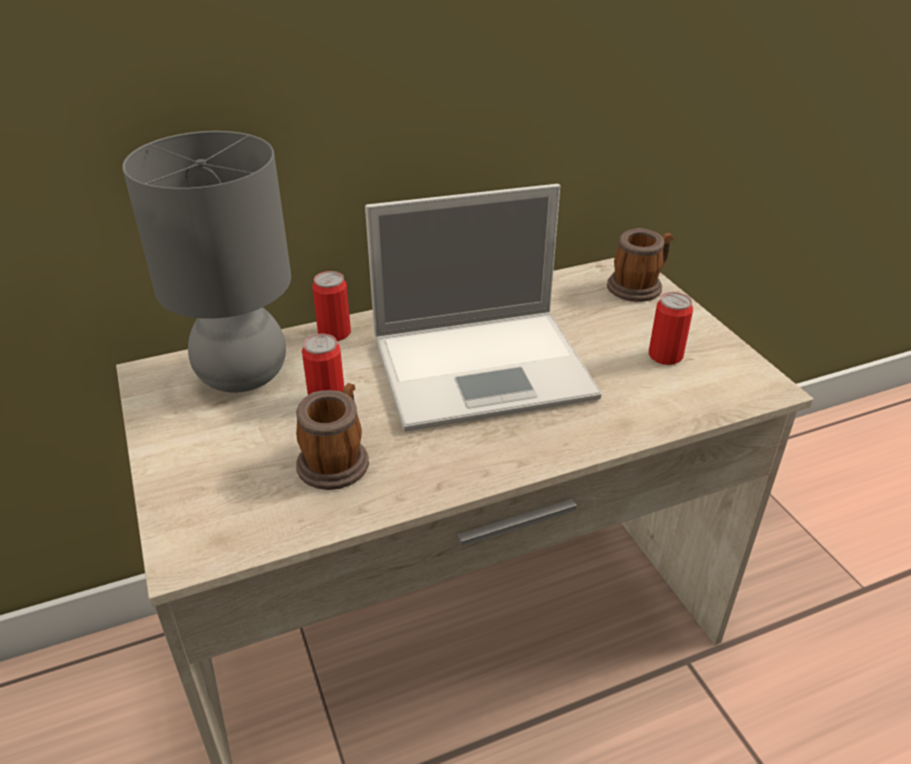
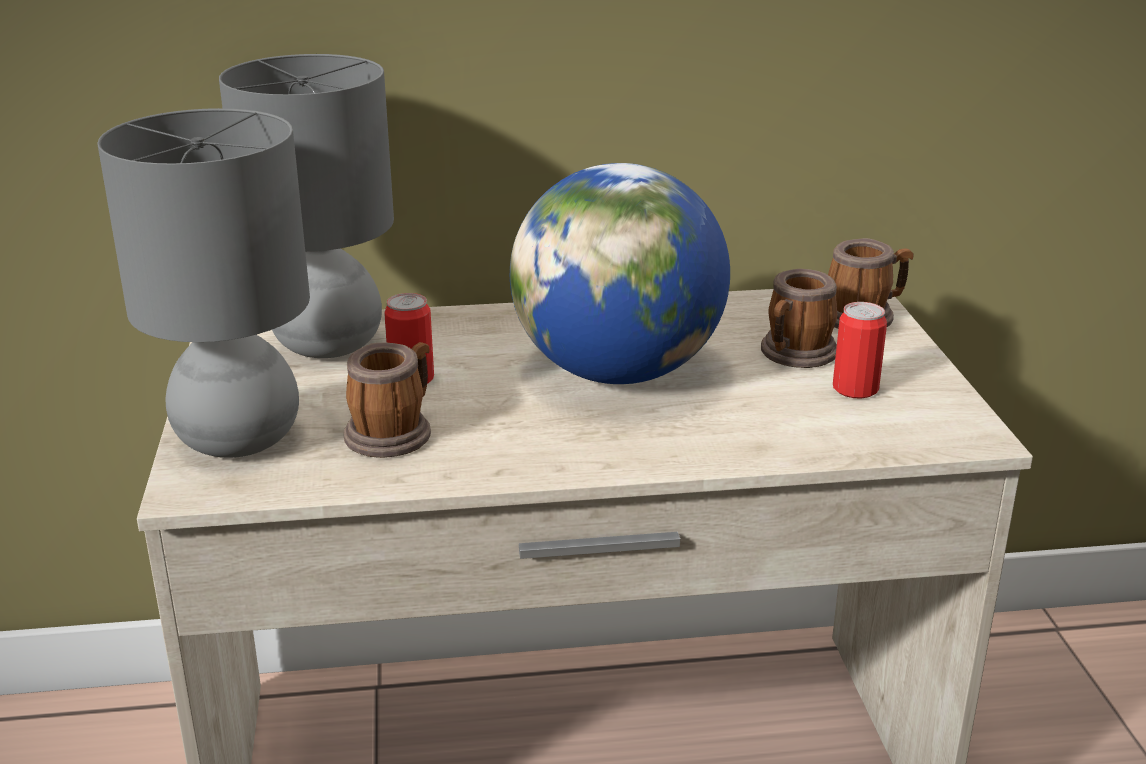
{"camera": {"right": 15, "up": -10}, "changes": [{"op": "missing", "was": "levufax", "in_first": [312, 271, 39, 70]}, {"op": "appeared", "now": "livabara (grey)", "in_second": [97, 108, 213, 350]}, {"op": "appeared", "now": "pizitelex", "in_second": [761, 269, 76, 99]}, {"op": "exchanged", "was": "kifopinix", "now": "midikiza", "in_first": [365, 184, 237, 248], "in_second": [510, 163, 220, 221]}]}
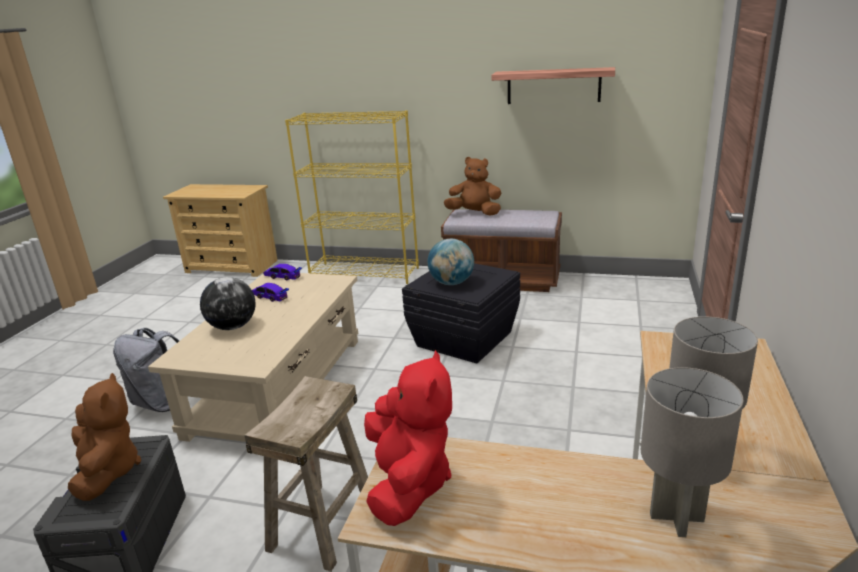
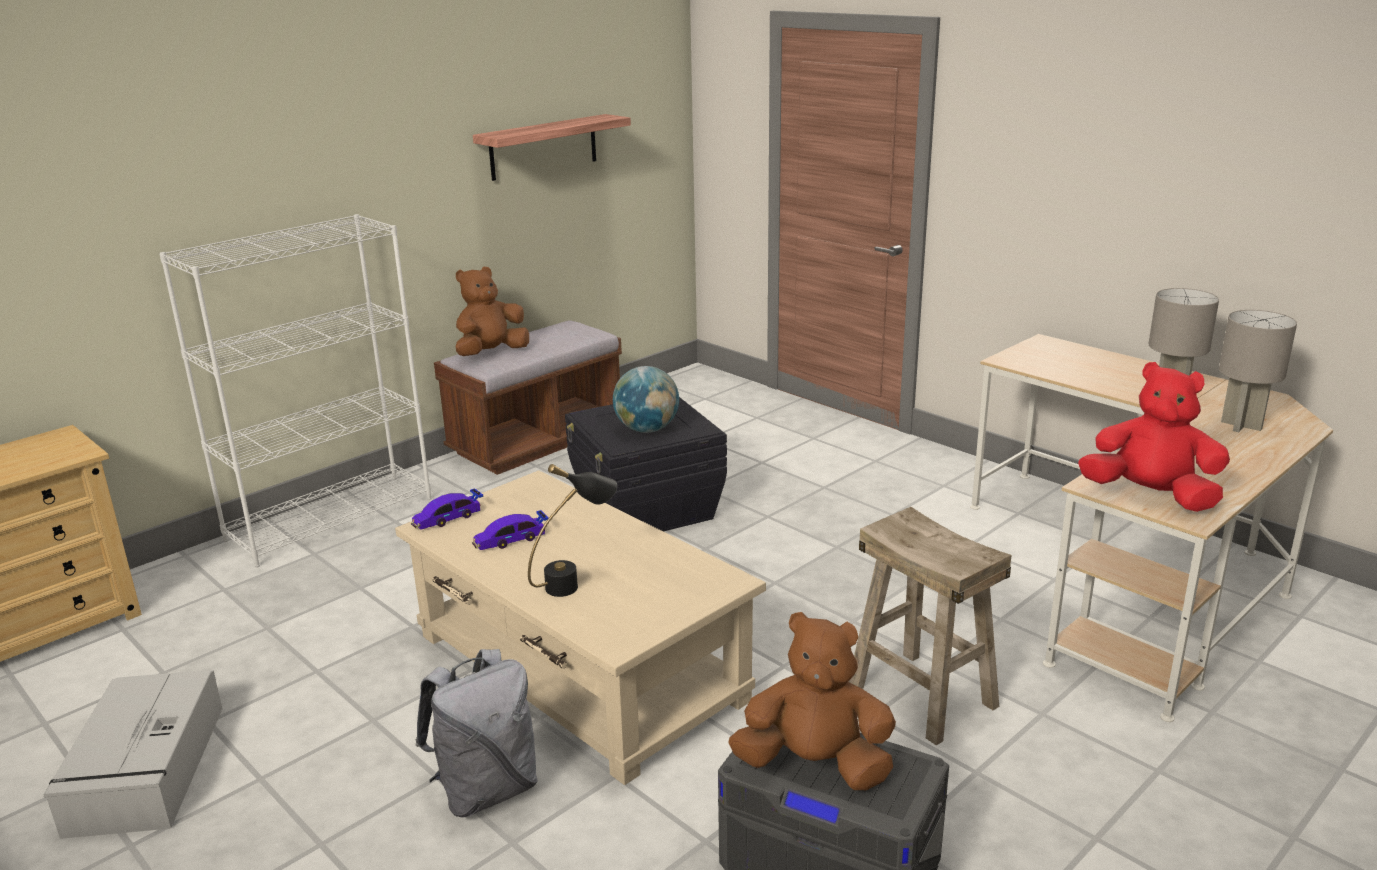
{"camera": {"right": -60, "up": 0}, "changes": [{"op": "appeared", "now": "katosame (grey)", "in_second": [43, 670, 179, 169]}, {"op": "exchanged", "was": "midikiza", "now": "livabara (black)", "in_first": [200, 277, 56, 53], "in_second": [528, 464, 89, 133]}, {"op": "colour", "was": "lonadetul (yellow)", "now": "lonadetul (white)", "in_first": [285, 110, 134, 174], "in_second": [159, 214, 272, 354]}]}
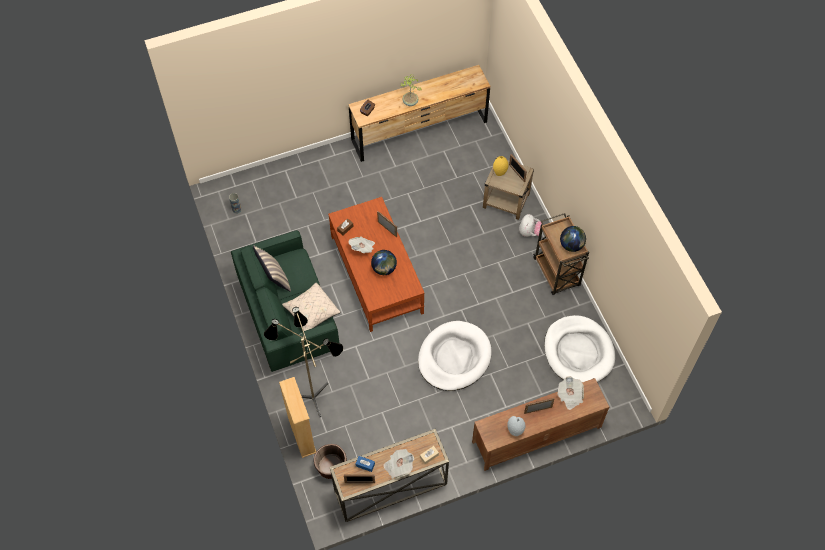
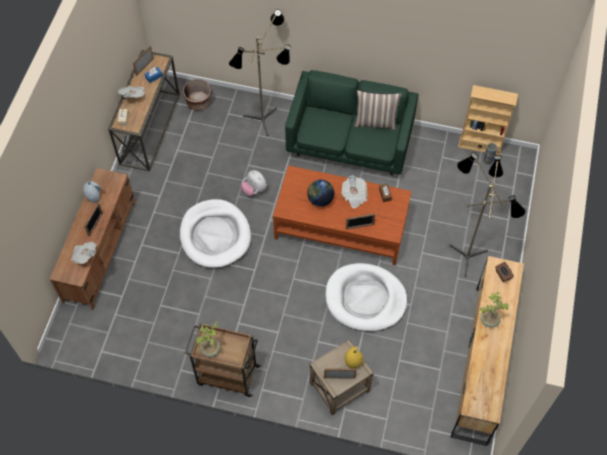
{"camera": {"right": 125, "up": 0}, "changes": [{"op": "missing", "was": "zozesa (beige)", "in_first": [282, 282, 59, 49]}, {"op": "appeared", "now": "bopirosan", "in_second": [449, 153, 77, 124]}, {"op": "relocated", "was": "lonadetul (beige)", "in_first": [279, 377, 37, 81], "in_second": [458, 85, 60, 70]}, {"op": "relocated", "was": "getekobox", "in_first": [519, 214, 23, 23], "in_second": [241, 170, 26, 26]}, {"op": "relocated", "was": "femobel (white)", "in_first": [544, 315, 71, 67], "in_second": [326, 263, 81, 69]}, {"op": "exchanged", "was": "midikiza", "now": "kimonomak", "in_first": [560, 226, 26, 26], "in_second": [195, 322, 25, 35]}]}
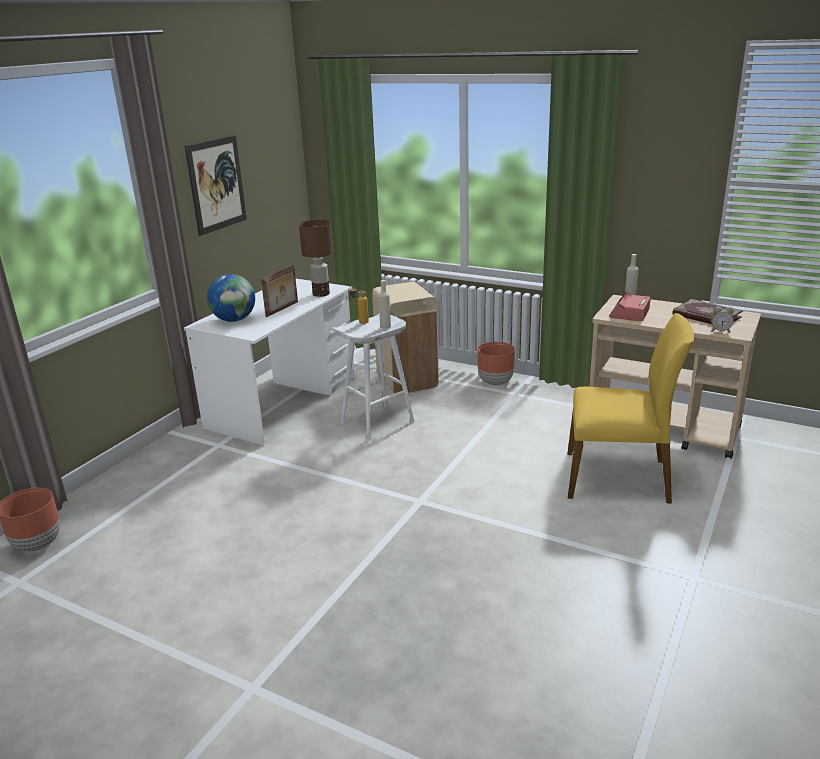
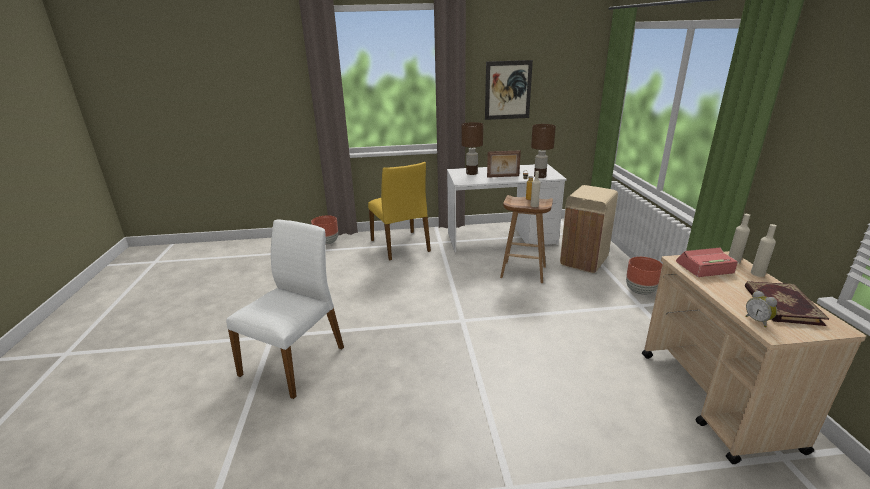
{"camera": {"right": 55, "up": 0}, "changes": [{"op": "appeared", "now": "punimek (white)", "in_second": [226, 219, 118, 180]}, {"op": "appeared", "now": "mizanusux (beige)", "in_second": [751, 224, 26, 53]}, {"op": "relocated", "was": "punimek (yellow)", "in_first": [568, 313, 126, 191], "in_second": [368, 162, 63, 99]}, {"op": "exchanged", "was": "midikiza", "now": "livabara (brown)", "in_first": [207, 274, 48, 48], "in_second": [462, 122, 21, 53]}, {"op": "colour", "was": "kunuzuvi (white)", "now": "kunuzuvi (brown)", "in_first": [333, 314, 82, 127], "in_second": [500, 195, 53, 88]}]}
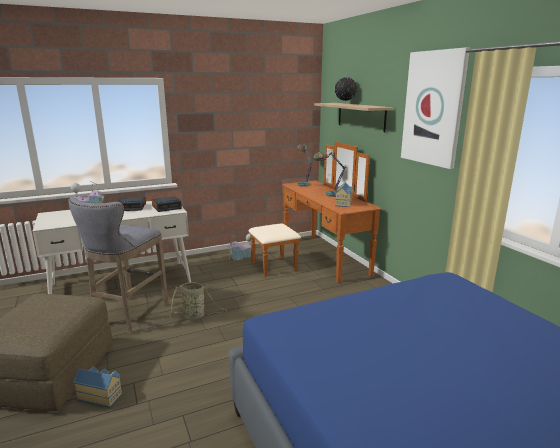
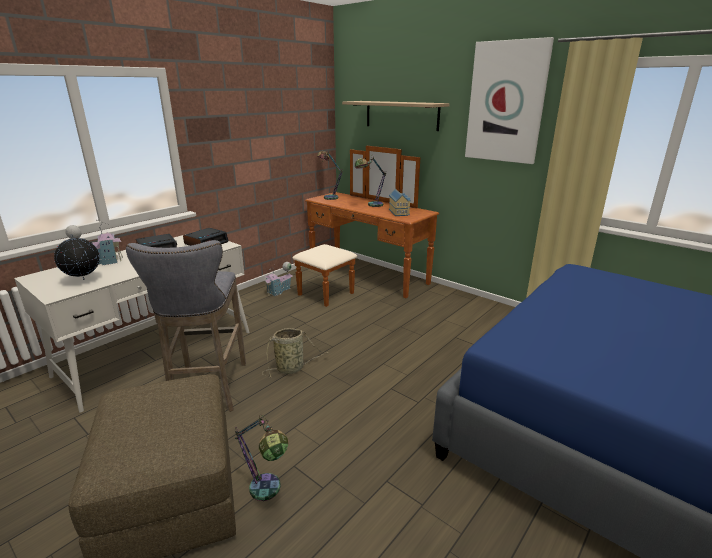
{"camera": {"right": -25, "up": 5}, "changes": [{"op": "relocated", "was": "midikiza", "in_first": [335, 75, 22, 29], "in_second": [54, 234, 46, 46]}, {"op": "exchanged", "was": "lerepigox", "now": "livabara", "in_first": [73, 367, 49, 41], "in_second": [235, 415, 54, 86]}]}
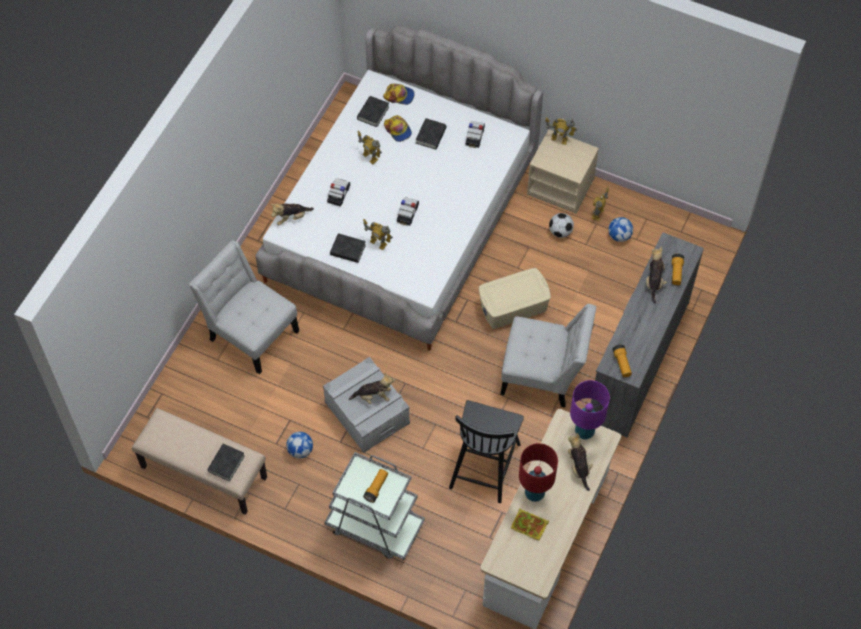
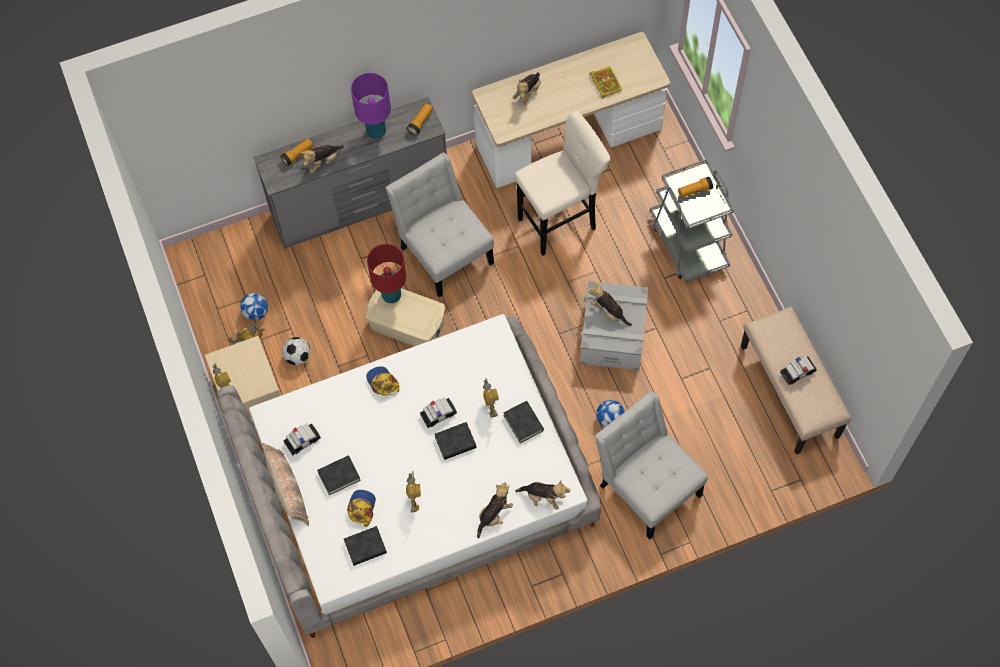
{"camera": {"right": -135, "up": 5}, "changes": [{"op": "appeared", "now": "zozesa", "in_second": [262, 443, 47, 83]}, {"op": "appeared", "now": "getekobox", "in_second": [477, 482, 36, 56]}, {"op": "relocated", "was": "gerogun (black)", "in_first": [207, 444, 38, 38], "in_second": [434, 422, 43, 38]}, {"op": "relocated", "was": "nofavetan", "in_first": [286, 432, 27, 26], "in_second": [596, 400, 29, 27]}, {"op": "relocated", "was": "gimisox", "in_first": [327, 178, 23, 29], "in_second": [780, 355, 37, 30]}, {"op": "relocated", "was": "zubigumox", "in_first": [383, 84, 32, 21], "in_second": [366, 366, 33, 30]}, {"op": "relocated", "was": "livabara (red)", "in_first": [519, 443, 39, 59], "in_second": [367, 244, 39, 59]}, {"op": "relocated", "was": "livabara (purple)", "in_first": [570, 380, 40, 59], "in_second": [351, 73, 40, 66]}, {"op": "exchanged", "was": "punimek (black)", "now": "kunuzuvi (beige)", "in_first": [449, 400, 75, 103], "in_second": [514, 111, 97, 145]}, {"op": "spun", "was": "punimek (white)", "in_first": [189, 240, 110, 134], "in_second": [595, 391, 113, 148], "clockwise": 150}]}
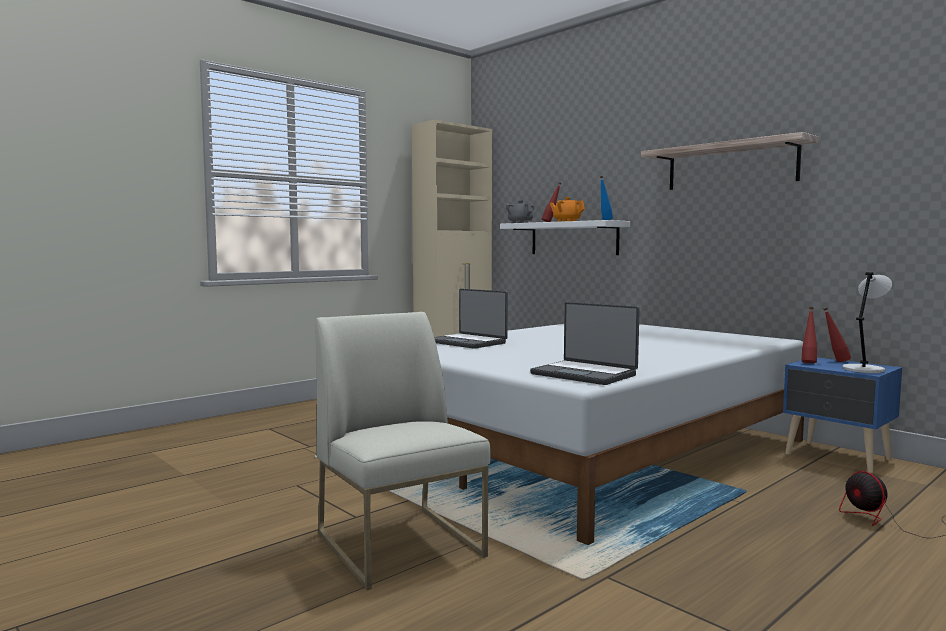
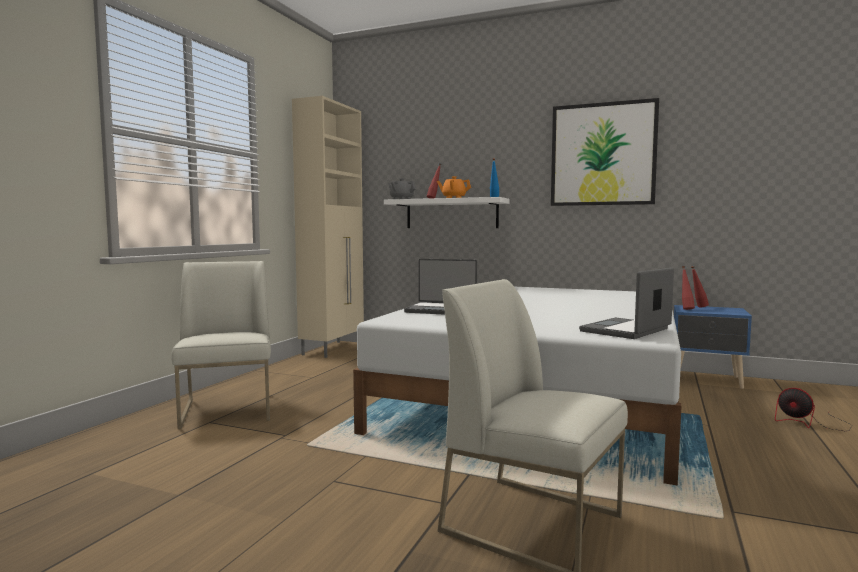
{"camera": {"right": -25, "up": 0}, "changes": [{"op": "missing", "was": "livabara (grey)", "in_first": [842, 272, 50, 101]}, {"op": "appeared", "now": "punimek (white)", "in_second": [171, 261, 100, 168]}, {"op": "exchanged", "was": "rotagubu", "now": "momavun", "in_first": [641, 132, 177, 58], "in_second": [551, 98, 108, 108]}, {"op": "spun", "was": "kifopinix", "in_first": [530, 302, 110, 83], "in_second": [579, 268, 95, 71], "clockwise": 120}]}
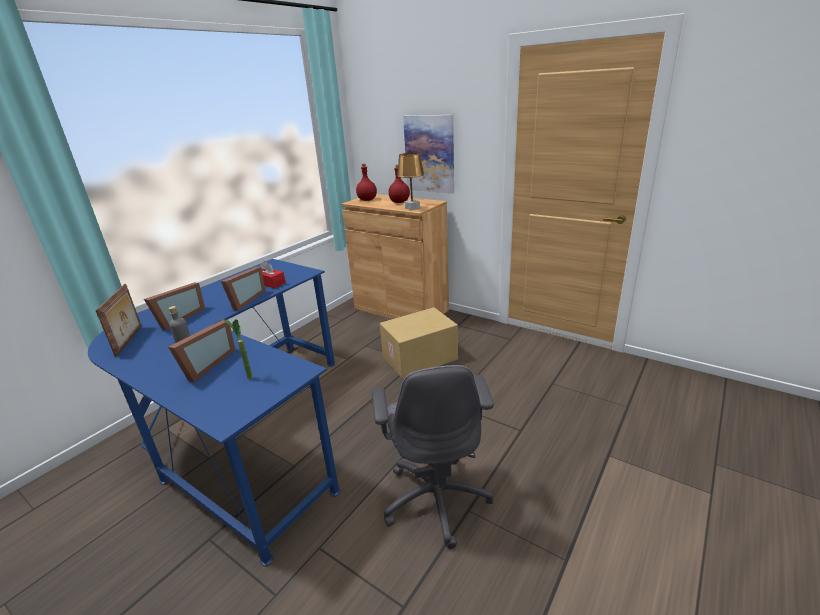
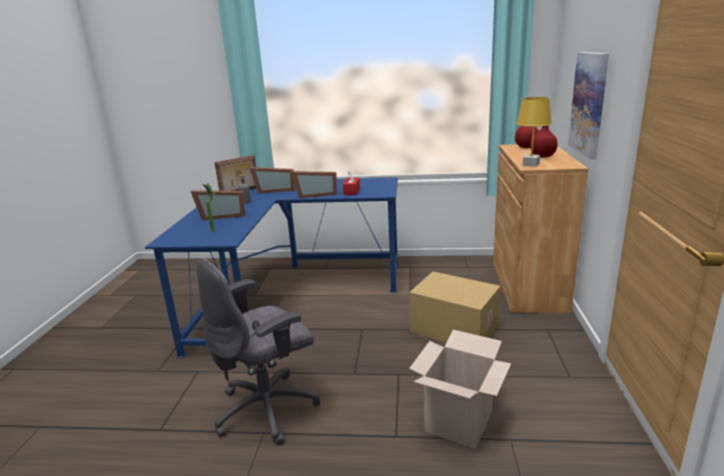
{"camera": {"right": 60, "up": -5}, "changes": [{"op": "appeared", "now": "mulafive", "in_second": [409, 330, 102, 119]}, {"op": "colour", "was": "livabara (brown)", "now": "livabara (yellow)", "in_first": [397, 153, 27, 57], "in_second": [516, 97, 36, 70]}]}
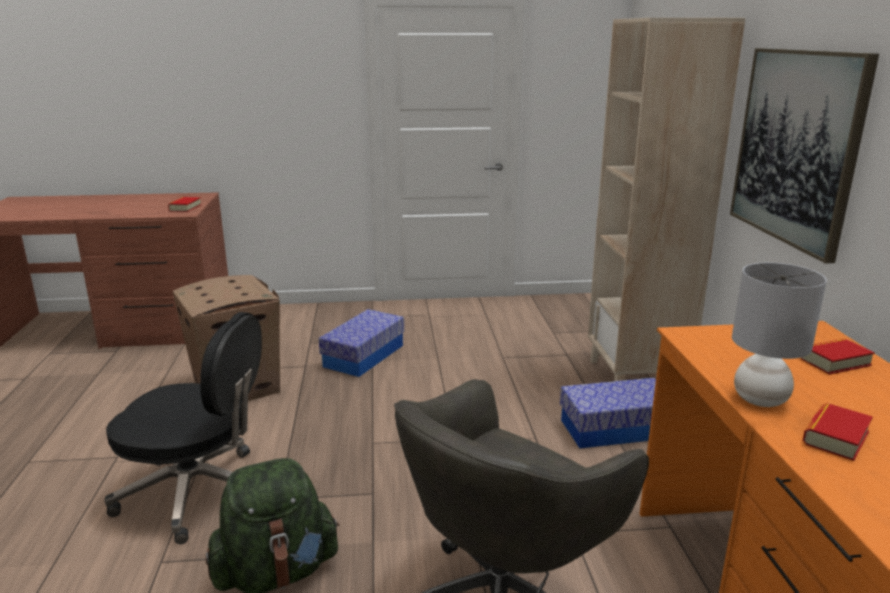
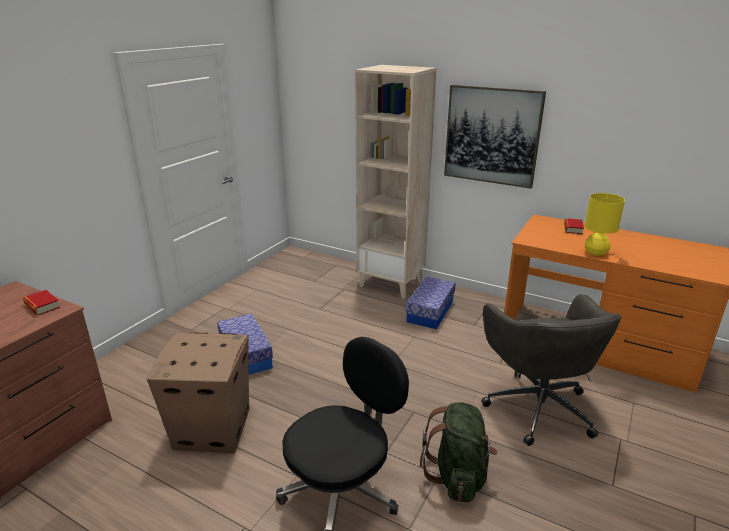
{"camera": {"right": -55, "up": 5}, "changes": [{"op": "missing", "was": "gerogun", "in_first": [803, 403, 70, 58]}, {"op": "colour", "was": "livabara (grey)", "now": "livabara (yellow)", "in_first": [732, 262, 95, 145], "in_second": [584, 193, 41, 63]}]}
